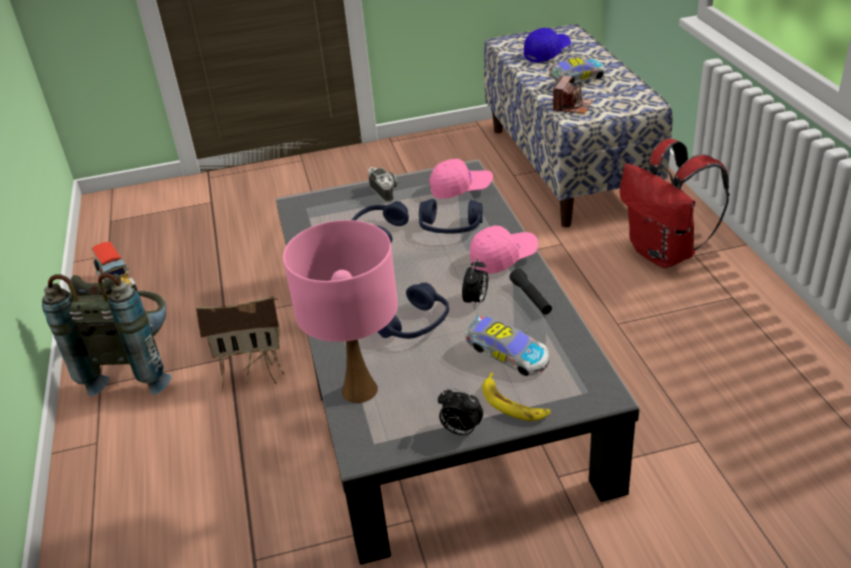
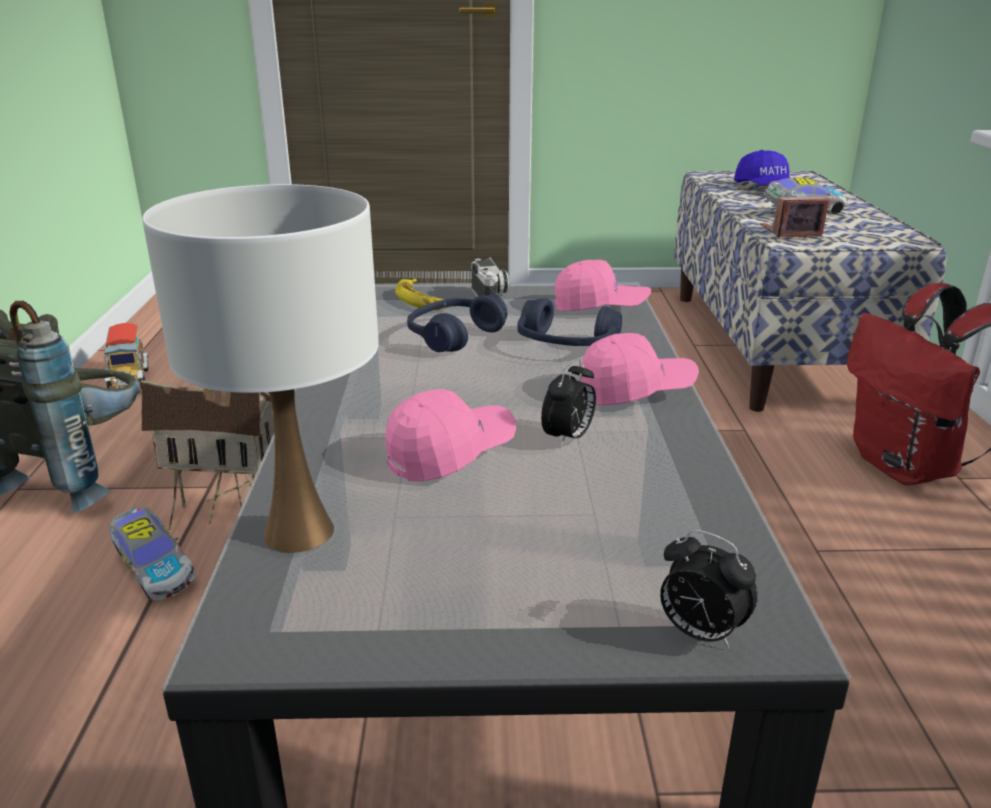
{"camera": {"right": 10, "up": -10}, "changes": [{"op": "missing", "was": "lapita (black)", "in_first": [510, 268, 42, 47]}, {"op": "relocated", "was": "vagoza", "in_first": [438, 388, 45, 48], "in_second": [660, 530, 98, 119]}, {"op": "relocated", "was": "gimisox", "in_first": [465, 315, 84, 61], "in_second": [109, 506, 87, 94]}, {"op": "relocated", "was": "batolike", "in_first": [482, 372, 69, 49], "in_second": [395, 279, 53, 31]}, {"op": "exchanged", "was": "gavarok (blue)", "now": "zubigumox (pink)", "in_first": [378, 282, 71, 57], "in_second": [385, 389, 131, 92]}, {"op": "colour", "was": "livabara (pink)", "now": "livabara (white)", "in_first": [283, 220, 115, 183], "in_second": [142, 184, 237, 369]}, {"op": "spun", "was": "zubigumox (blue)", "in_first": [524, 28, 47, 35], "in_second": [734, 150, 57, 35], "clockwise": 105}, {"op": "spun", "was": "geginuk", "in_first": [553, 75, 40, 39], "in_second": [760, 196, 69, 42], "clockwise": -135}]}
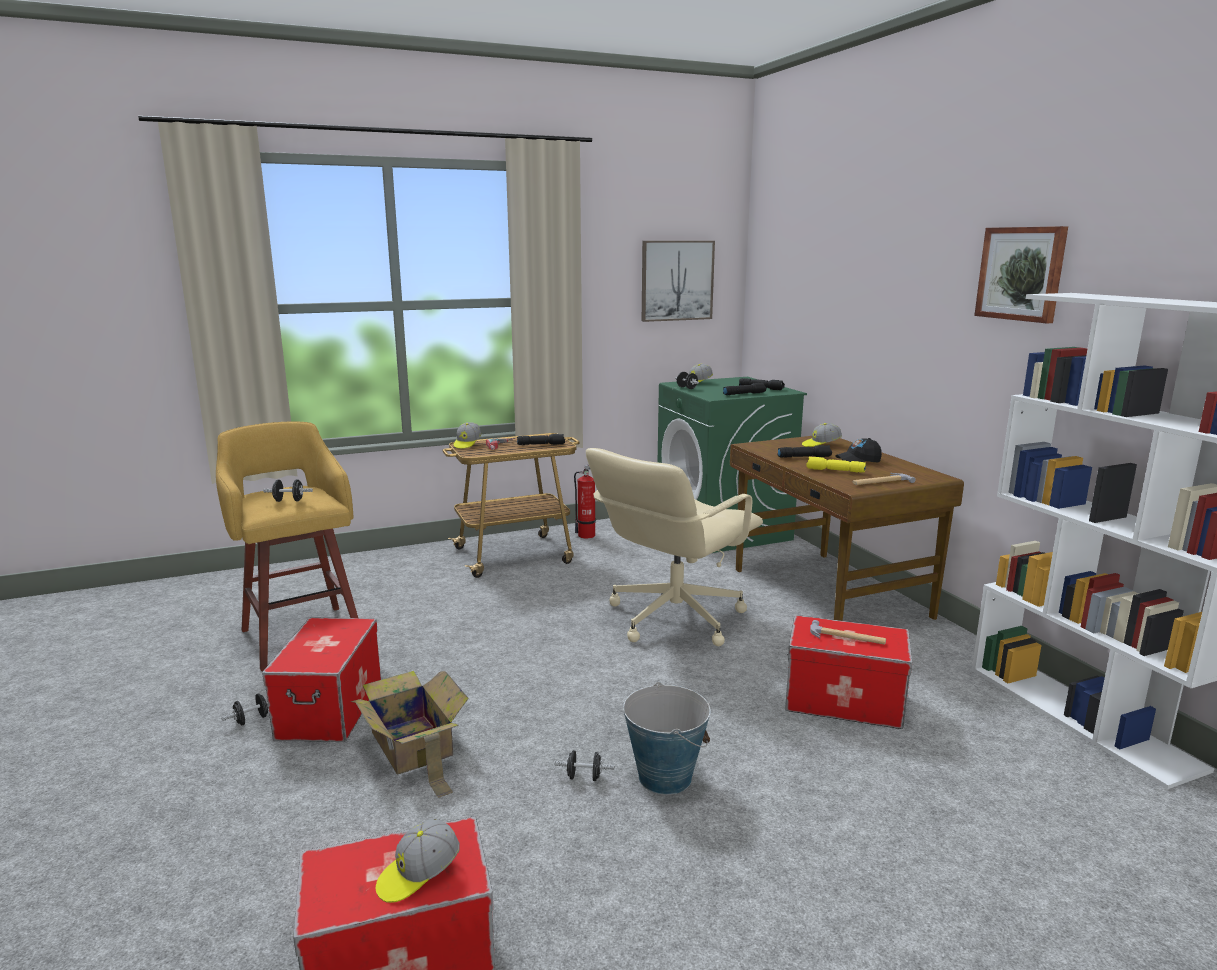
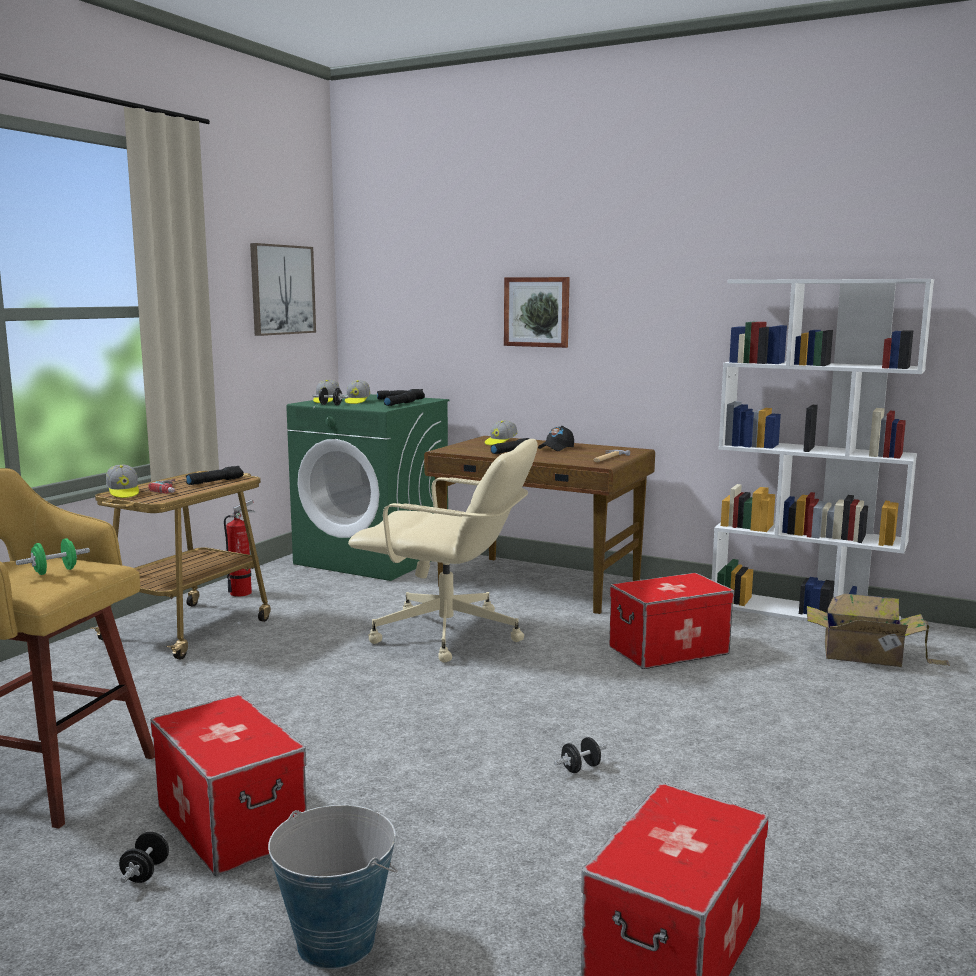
{"camera": {"right": -40, "up": -5}, "changes": [{"op": "missing", "was": "lapita (yellow)", "in_first": [806, 457, 60, 16]}, {"op": "missing", "was": "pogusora", "in_first": [810, 620, 76, 25]}, {"op": "relocated", "was": "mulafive", "in_first": [351, 671, 118, 127], "in_second": [807, 594, 143, 73]}, {"op": "relocated", "was": "zubigumox", "in_first": [375, 819, 85, 84], "in_second": [345, 380, 25, 24]}, {"op": "relocated", "was": "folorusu", "in_first": [623, 682, 88, 113], "in_second": [268, 805, 130, 164]}, {"op": "relocated", "was": "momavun", "in_first": [974, 226, 94, 97], "in_second": [504, 277, 66, 71]}, {"op": "colour", "was": "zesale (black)", "now": "zesale (green)", "in_first": [263, 479, 50, 23], "in_second": [16, 538, 74, 37]}, {"op": "spun", "was": "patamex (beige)", "in_first": [586, 448, 177, 198], "in_second": [348, 439, 190, 224], "clockwise": -75}]}
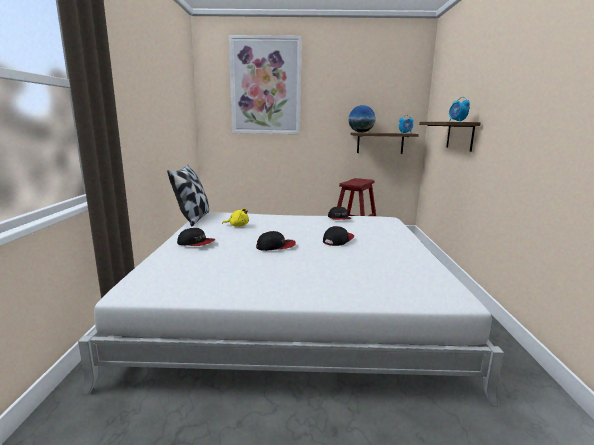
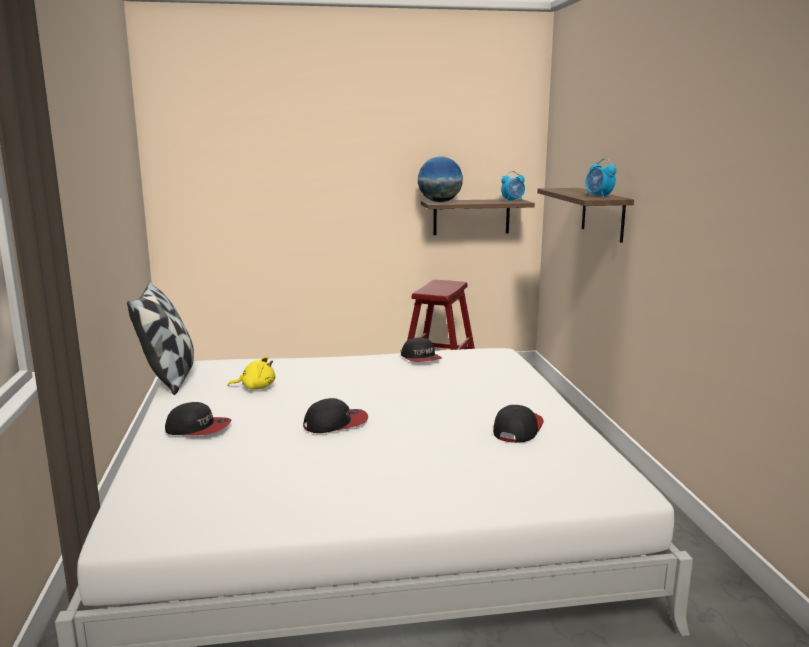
{"camera": {"right": -10, "up": 0}, "changes": [{"op": "missing", "was": "momavun", "in_first": [229, 35, 73, 99]}, {"op": "relocated", "was": "zubigumox", "in_first": [323, 226, 31, 20], "in_second": [493, 405, 50, 38]}]}
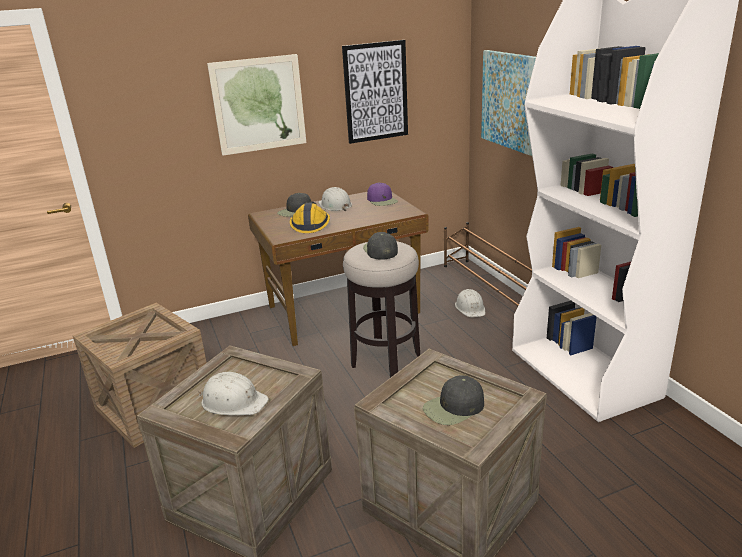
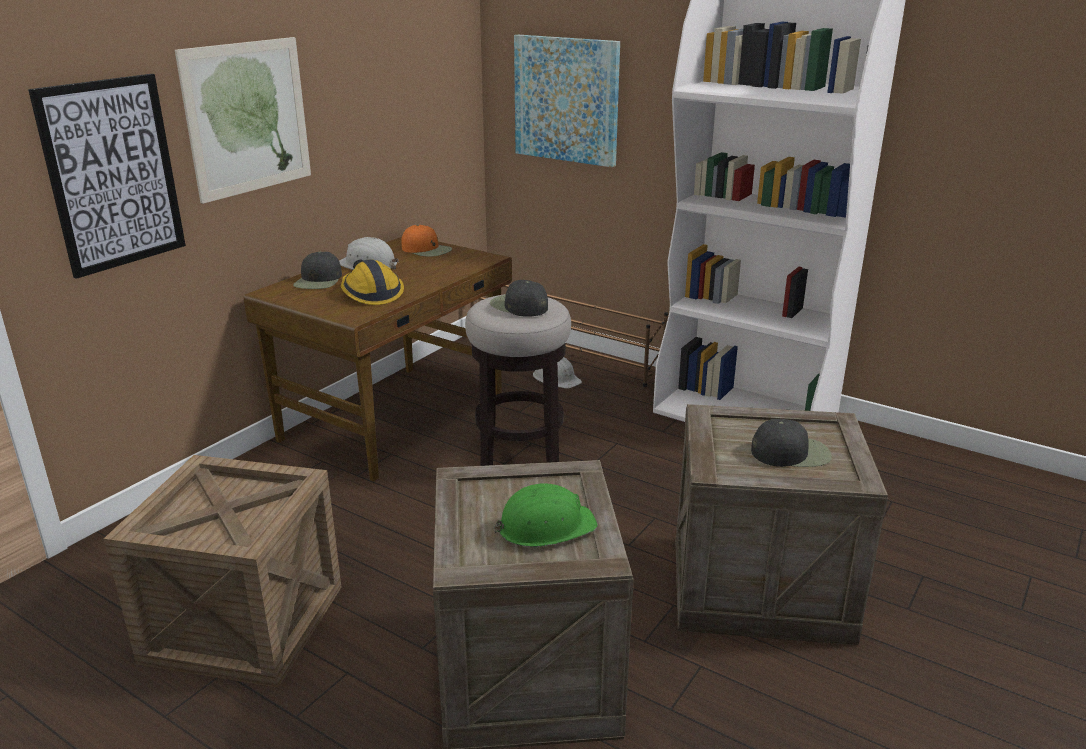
{"camera": {"right": -35, "up": 0}, "changes": [{"op": "relocated", "was": "momavun", "in_first": [342, 40, 66, 104], "in_second": [28, 74, 158, 205]}, {"op": "colour", "was": "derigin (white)", "now": "derigin (green)", "in_first": [199, 372, 70, 43], "in_second": [493, 483, 105, 64]}, {"op": "colour", "was": "zubigumox (purple)", "now": "zubigumox (orange)", "in_first": [367, 183, 31, 23], "in_second": [401, 225, 51, 32]}, {"op": "spun", "was": "zubigumox (black)", "in_first": [423, 376, 61, 49], "in_second": [751, 419, 81, 48], "clockwise": -120}]}
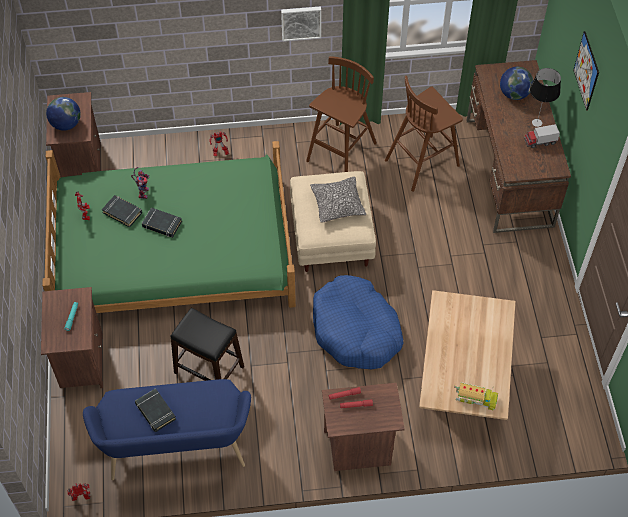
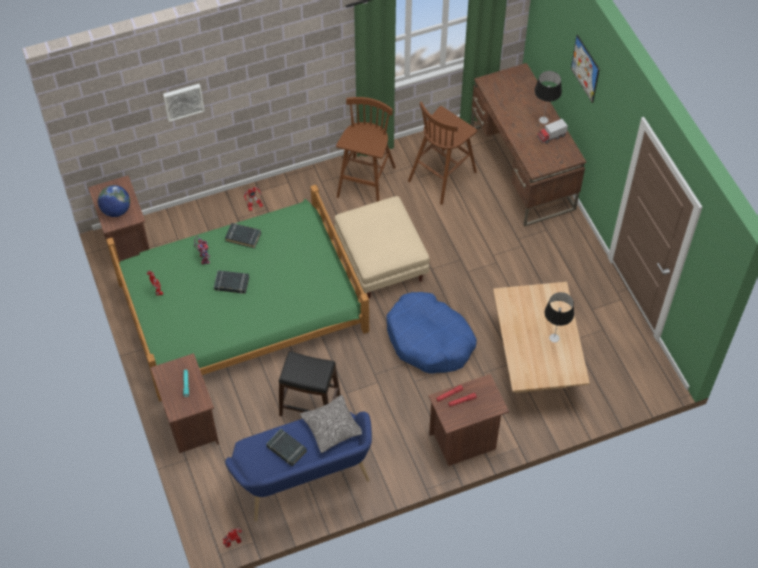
{"camera": {"right": -15, "up": 0}, "changes": [{"op": "missing", "was": "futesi", "in_first": [454, 382, 44, 28]}, {"op": "missing", "was": "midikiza", "in_first": [500, 67, 33, 33]}, {"op": "appeared", "now": "livabara", "in_second": [545, 292, 29, 50]}, {"op": "relocated", "was": "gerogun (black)", "in_first": [102, 195, 40, 32], "in_second": [225, 223, 36, 26]}, {"op": "relocated", "was": "momavun", "in_first": [281, 6, 40, 35], "in_second": [163, 84, 42, 38]}, {"op": "relocated", "was": "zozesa", "in_first": [310, 177, 56, 46], "in_second": [300, 395, 62, 58]}]}
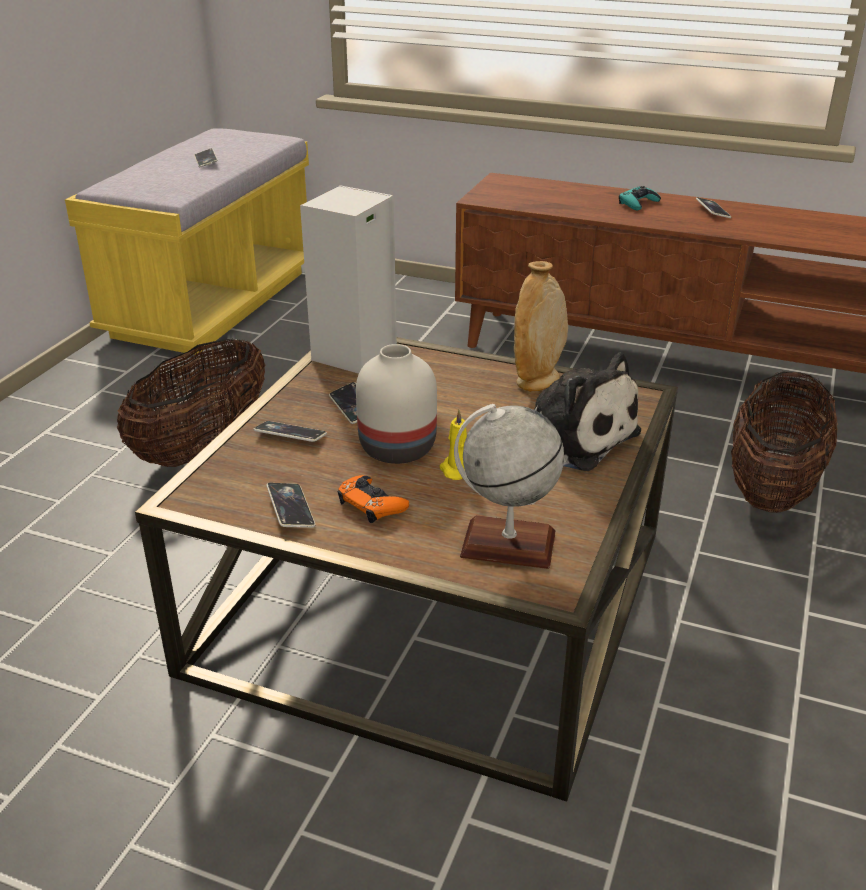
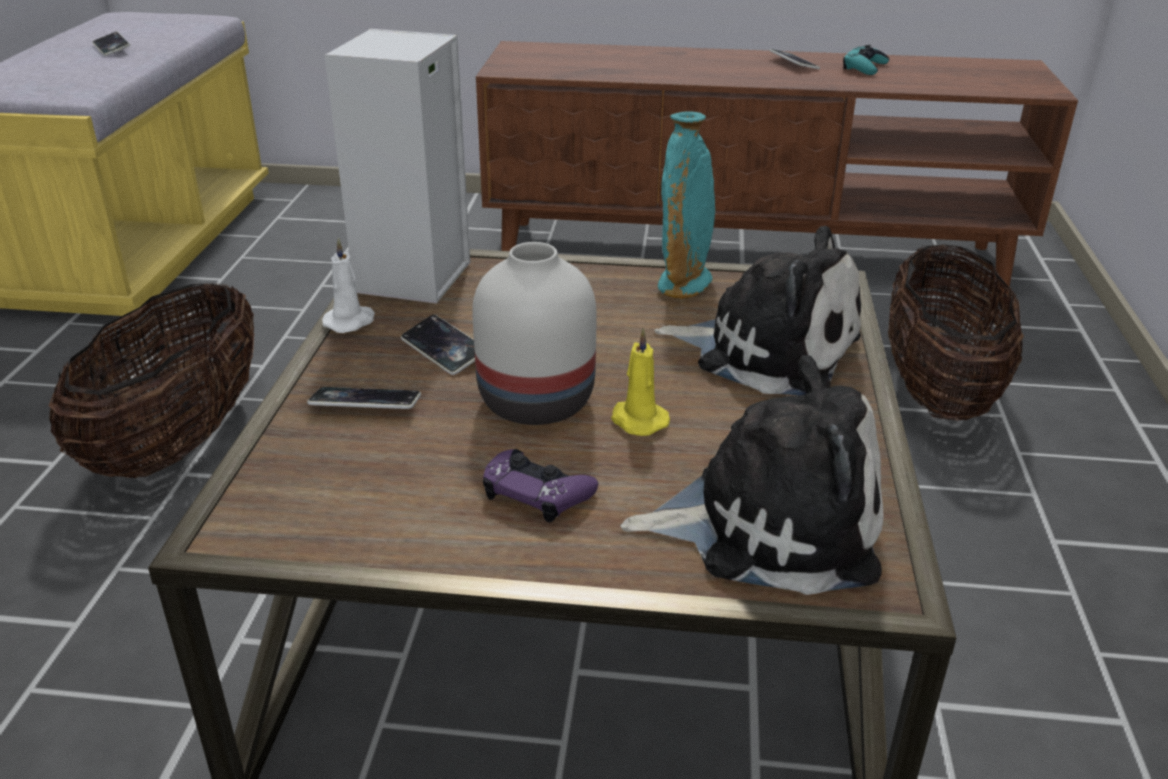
{"camera": {"right": -15, "up": 0}, "changes": [{"op": "missing", "was": "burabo", "in_first": [266, 483, 49, 45]}, {"op": "appeared", "now": "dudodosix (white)", "in_second": [322, 238, 53, 95]}, {"op": "relocated", "was": "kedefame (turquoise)", "in_first": [619, 186, 42, 25], "in_second": [843, 45, 46, 30]}, {"op": "exchanged", "was": "midikiza", "now": "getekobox", "in_first": [454, 404, 110, 165], "in_second": [620, 355, 263, 240]}, {"op": "colour", "was": "kedefame (orange)", "now": "kedefame (purple)", "in_first": [338, 475, 71, 48], "in_second": [483, 449, 115, 74]}, {"op": "colour", "was": "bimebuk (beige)", "now": "bimebuk (turquoise)", "in_first": [514, 261, 54, 131], "in_second": [658, 111, 57, 188]}]}
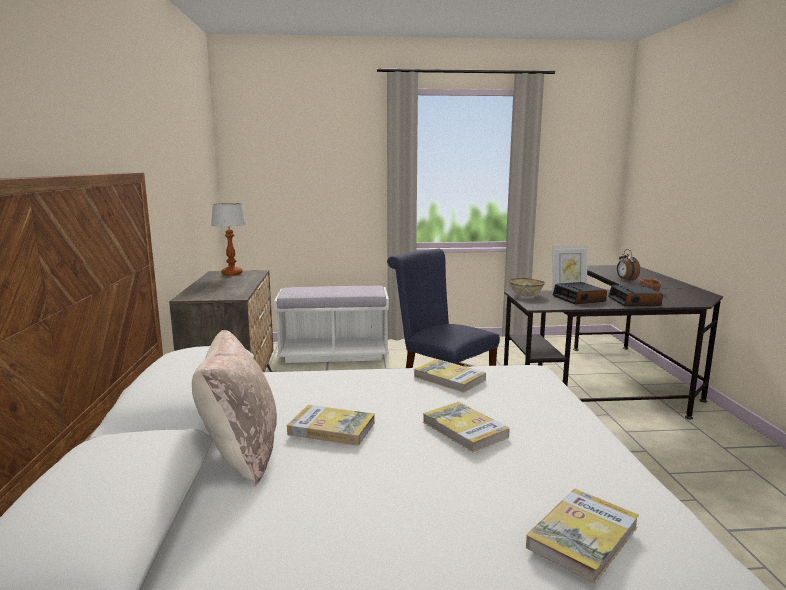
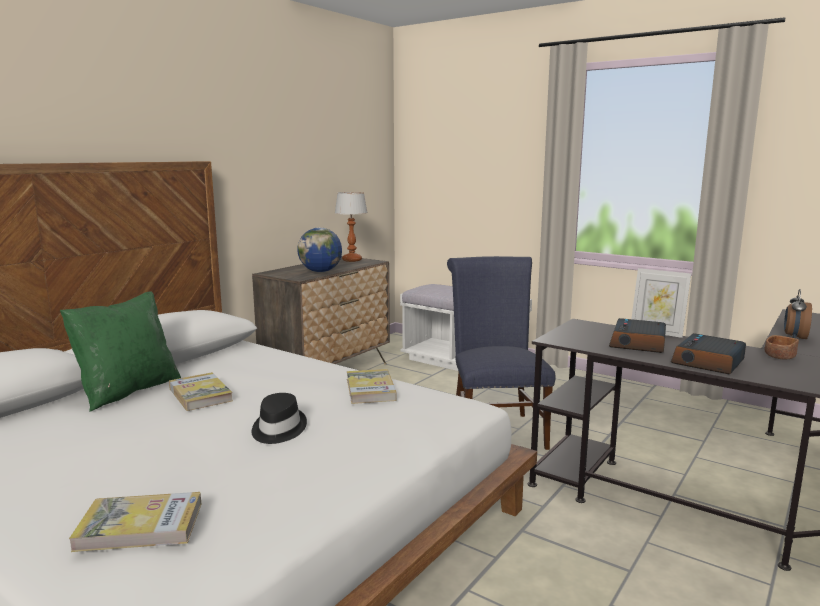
{"camera": {"right": 40, "up": 0}, "changes": [{"op": "missing", "was": "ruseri", "in_first": [509, 278, 36, 19]}, {"op": "appeared", "now": "midikiza", "in_second": [297, 228, 45, 44]}, {"op": "exchanged", "was": "gerogun", "now": "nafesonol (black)", "in_first": [423, 402, 87, 50], "in_second": [252, 393, 55, 51]}, {"op": "colour", "was": "zozesa (beige)", "now": "zozesa (green)", "in_first": [192, 330, 85, 156], "in_second": [60, 291, 121, 121]}]}
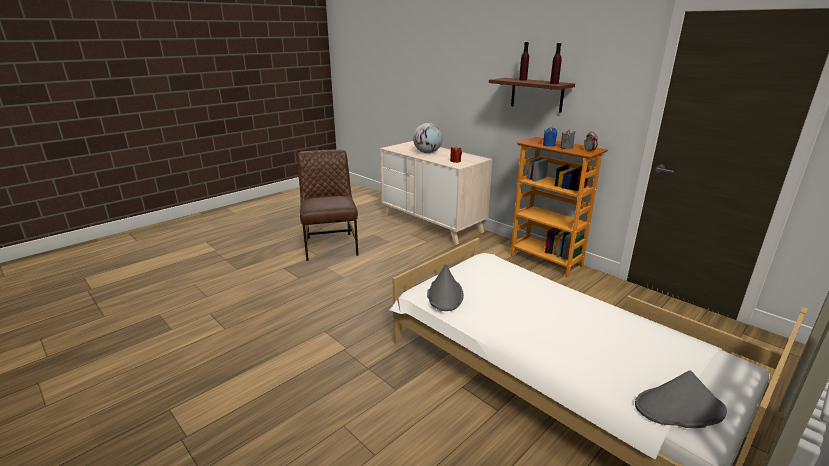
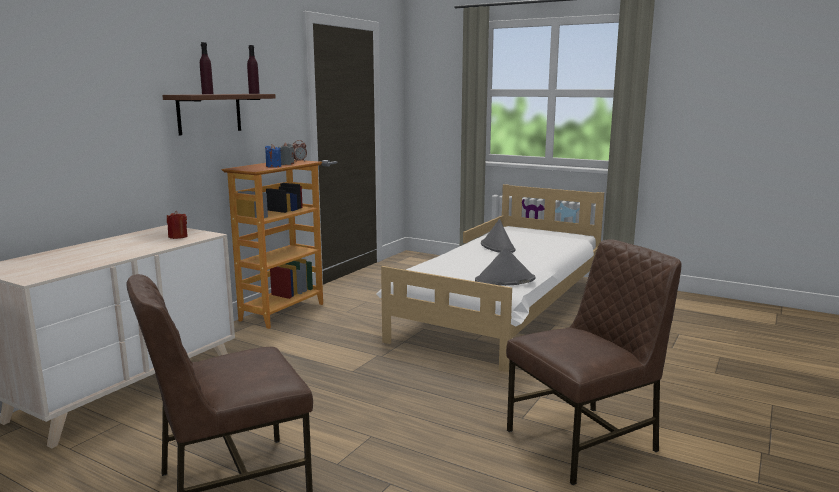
{"camera": {"right": -105, "up": -10}, "changes": [{"op": "missing", "was": "midikiza", "in_first": [413, 123, 30, 30]}, {"op": "appeared", "now": "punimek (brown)", "in_second": [506, 239, 176, 246]}, {"op": "relocated", "was": "nafesonol (grey)", "in_first": [635, 370, 92, 58], "in_second": [481, 219, 35, 34]}]}
